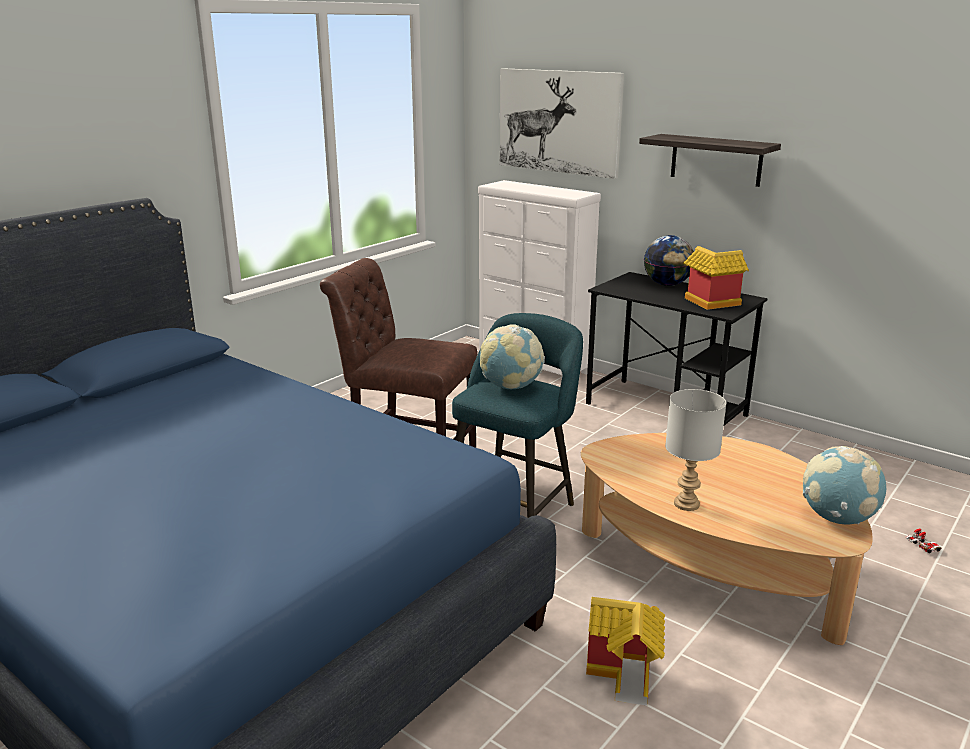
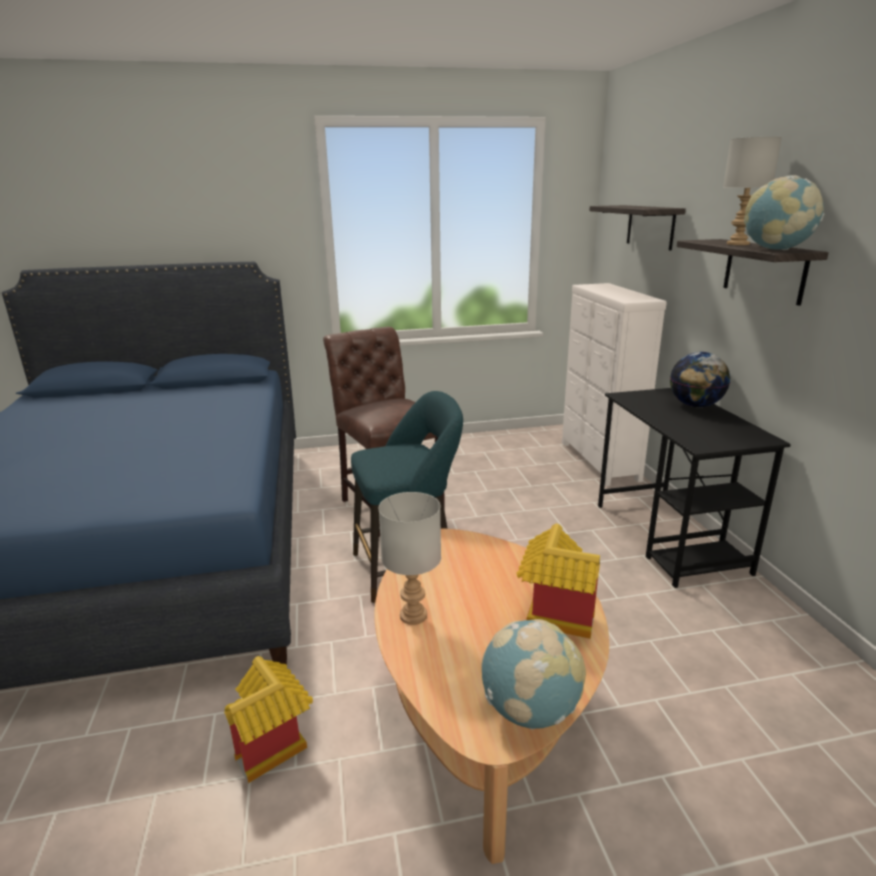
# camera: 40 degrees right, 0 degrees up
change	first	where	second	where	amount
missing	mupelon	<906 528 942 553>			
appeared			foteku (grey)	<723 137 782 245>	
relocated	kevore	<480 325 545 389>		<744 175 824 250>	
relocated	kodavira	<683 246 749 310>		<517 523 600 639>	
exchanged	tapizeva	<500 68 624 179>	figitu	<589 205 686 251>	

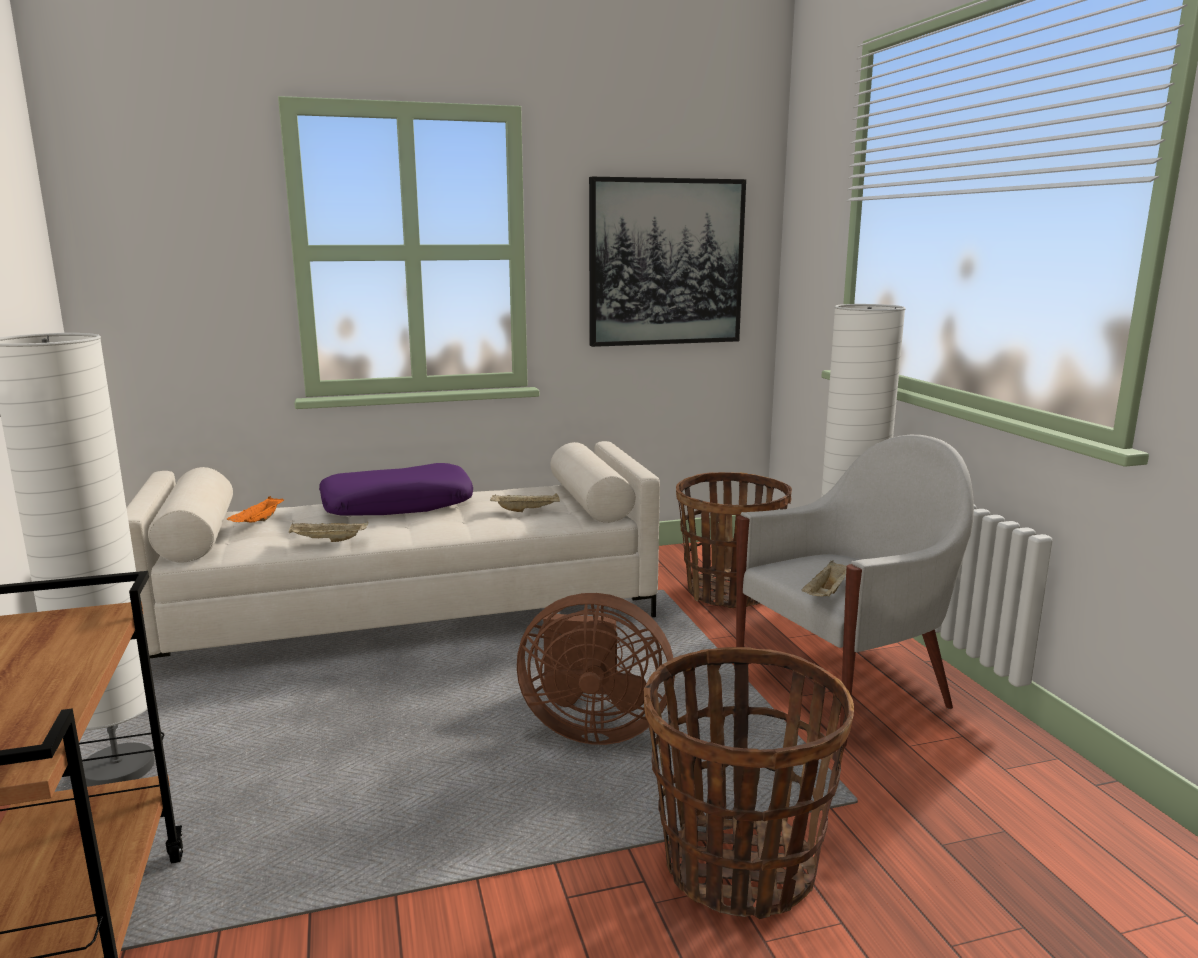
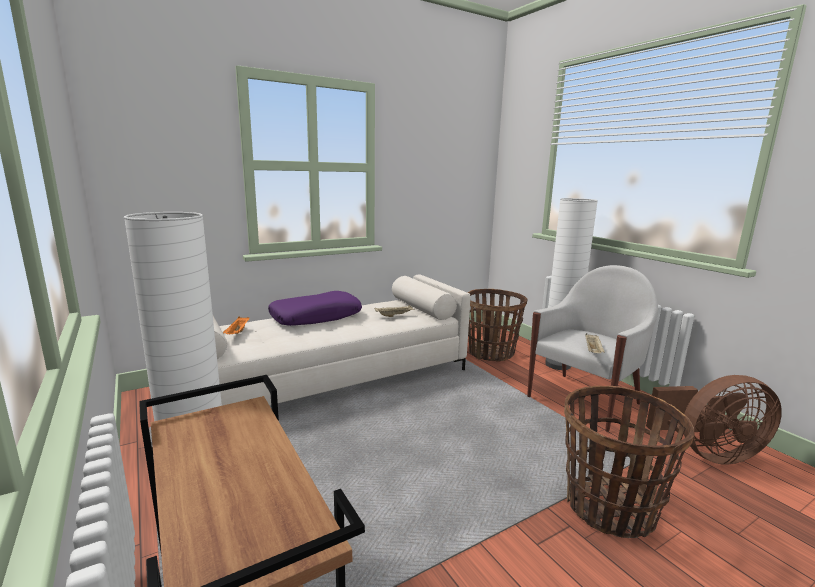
# camera: 15 degrees left, 0 degrees up
change	first	where	second	where	amount
missing	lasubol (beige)	<289 521 368 542>			
missing	tapizeva	<589 177 746 347>			
relocated	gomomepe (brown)	<517 593 675 745>		<646 375 782 465>	

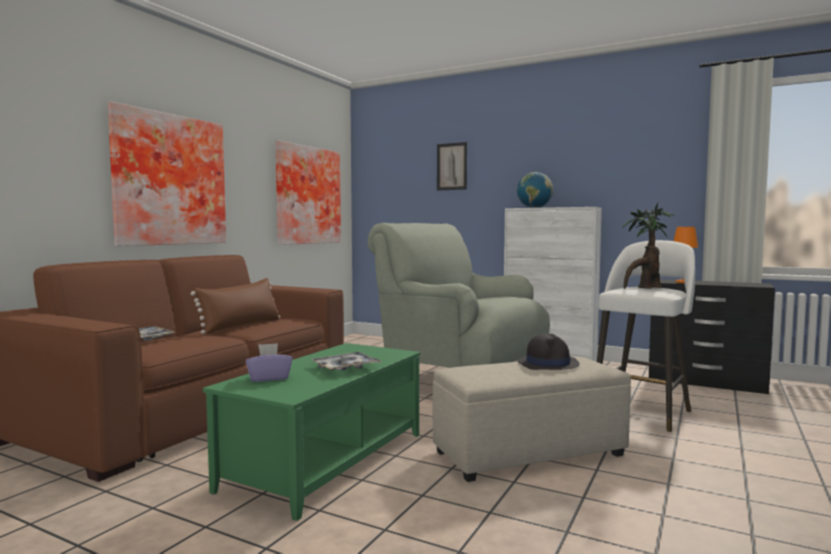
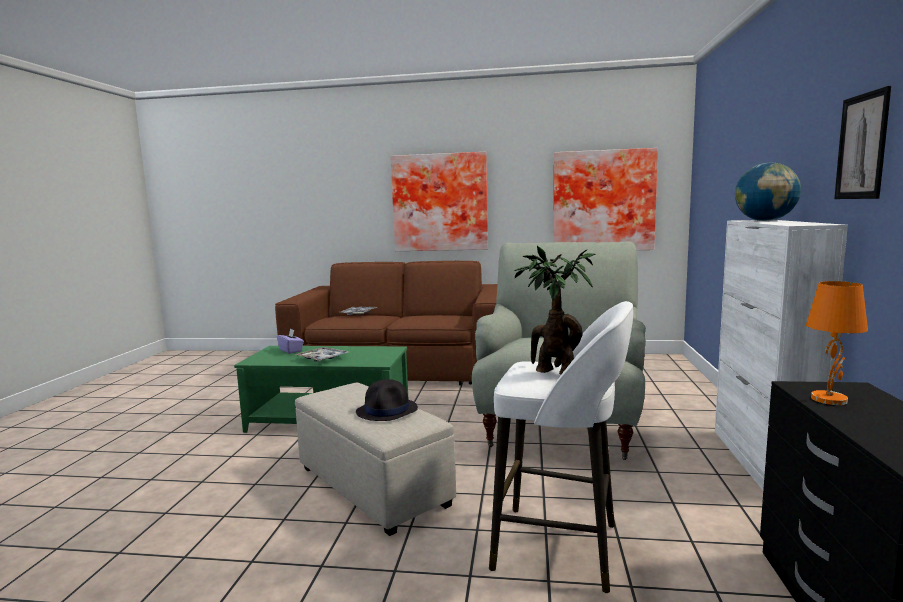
# camera: 70 degrees right, 5 degrees up
change	first	where	second	where	amount
missing	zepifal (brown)	<191 278 280 334>			
relocated	tapizeva	<437 142 467 191>		<834 86 891 199>	

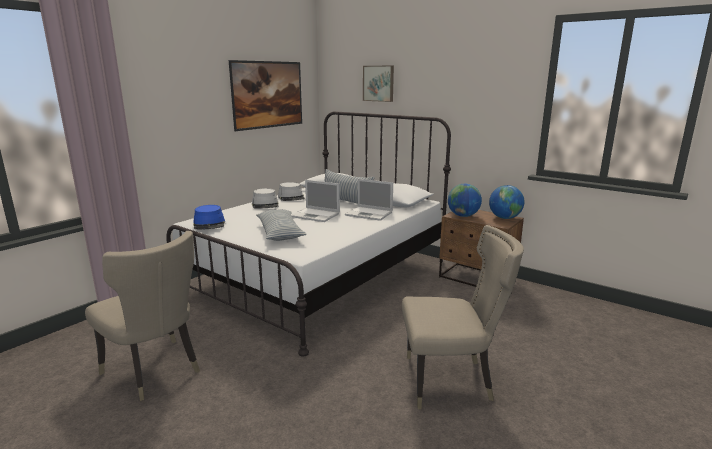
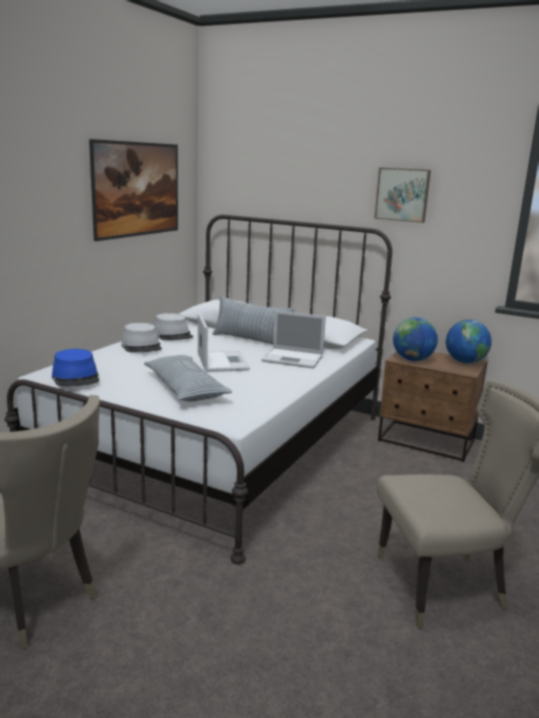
# camera: 10 degrees left, 0 degrees up
change	first	where	second	where	amount
relocated	tapizeva	<363 65 394 102>		<374 168 431 223>	
spun	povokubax	<291 180 340 222>		<198 313 250 372>	120 degrees counterclockwise

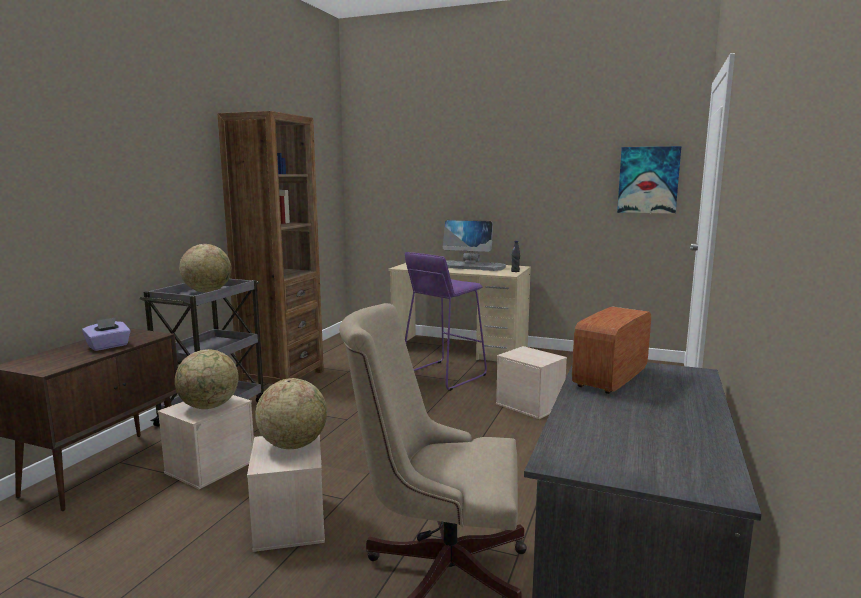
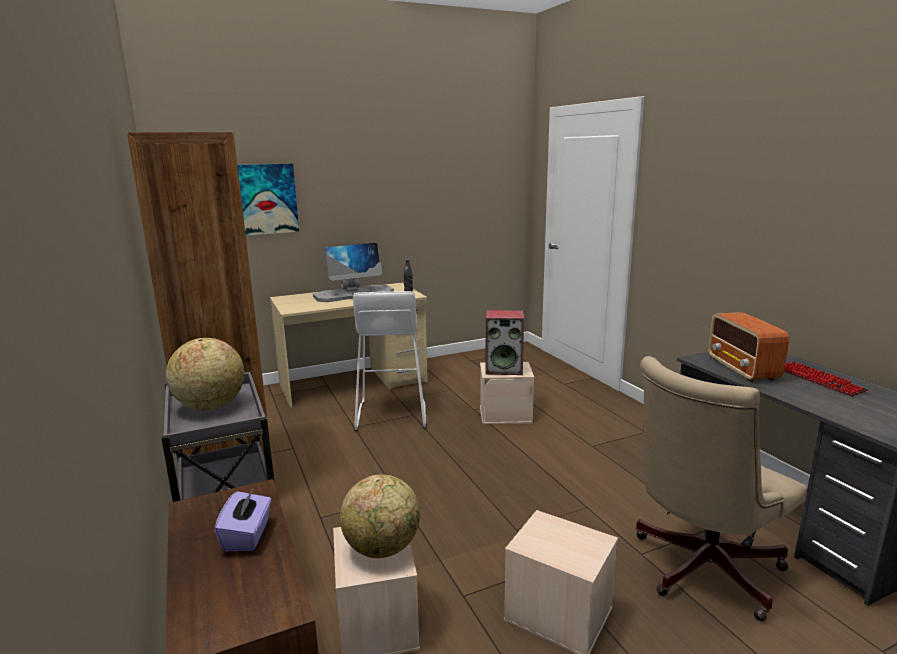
# camera: 45 degrees left, 5 degrees up
change	first	where	second	where	amount
missing	kevore	<255 378 327 449>			
appeared			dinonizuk	<485 310 524 375>	
appeared			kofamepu	<784 361 868 396>	
relocated	tapizeva	<617 146 681 214>		<237 163 299 236>	
colour	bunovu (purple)	<405 252 487 391>	bunovu (white)	<353 291 427 430>	

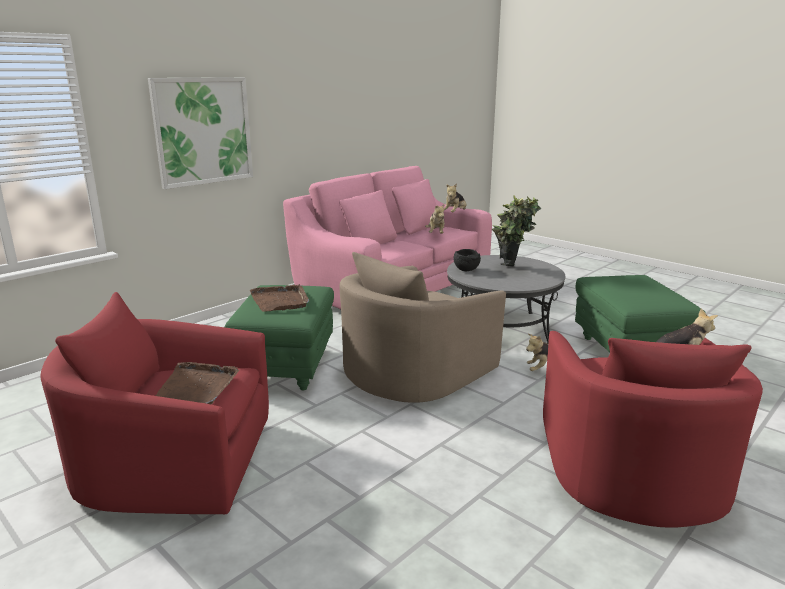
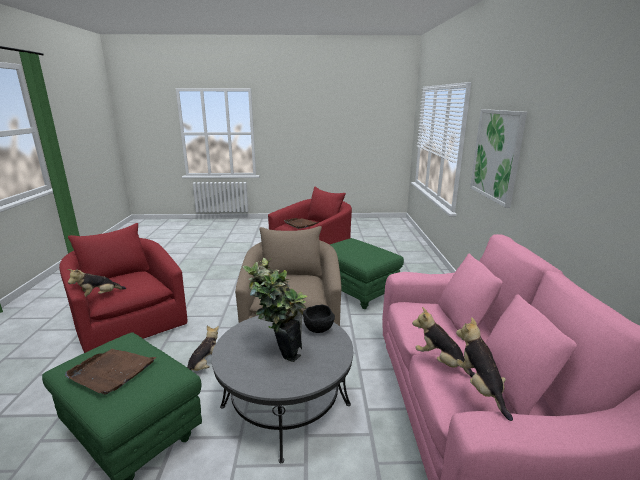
# camera: 135 degrees right, 0 degrees up
change	first	where	second	where	amount
relocated	lasubol (brown)	<250 284 309 312>		<65 349 157 395>	

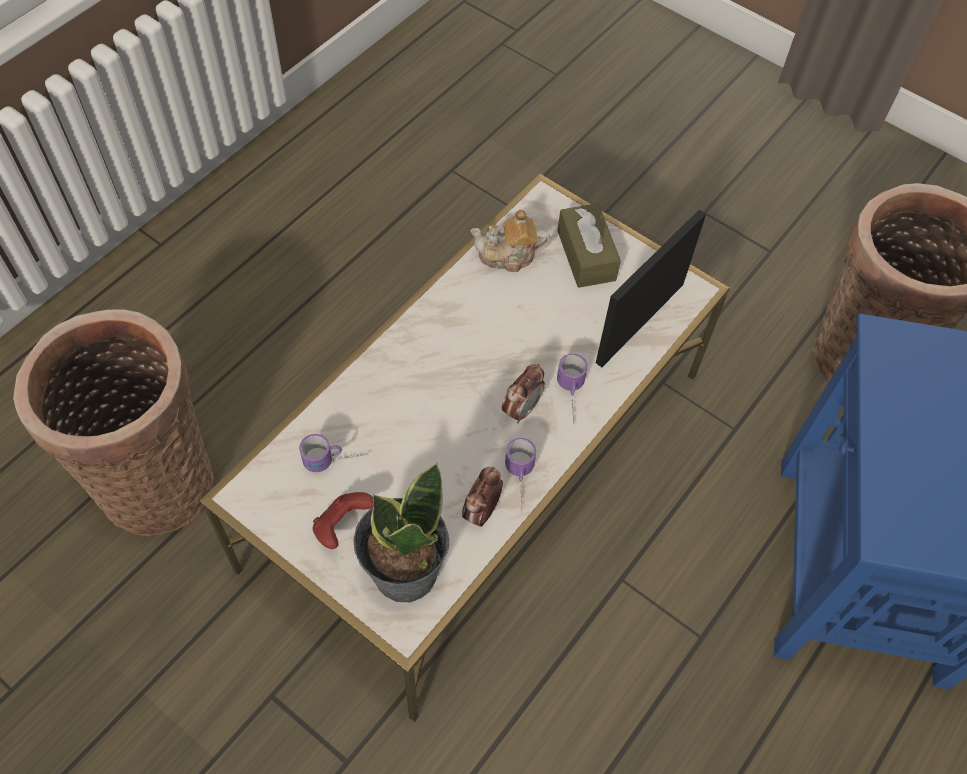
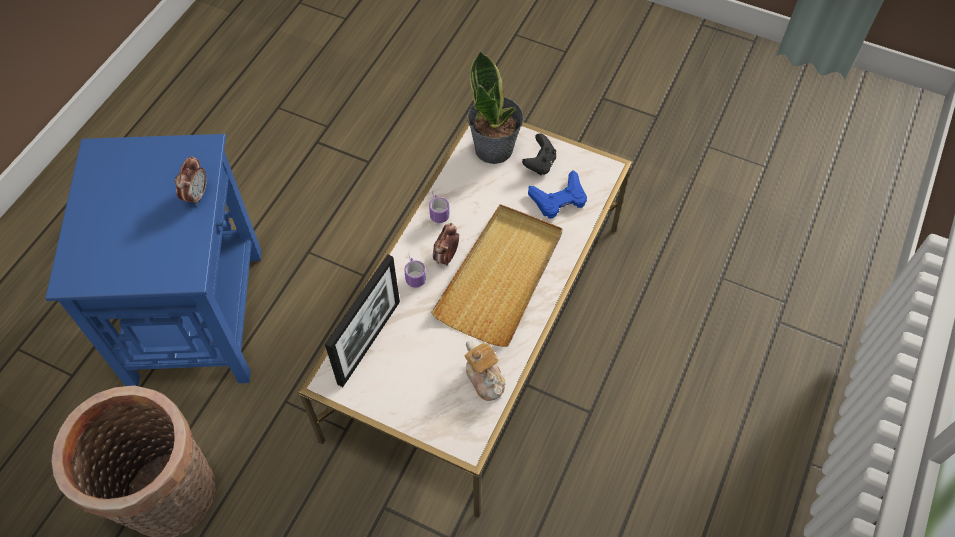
# camera: 170 degrees right, 0 degrees up
change	first	where	second	where	amount
missing	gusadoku	<13 309 214 536>			
missing	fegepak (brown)	<557 203 621 288>			
appeared			lasubol (beige)	<431 204 563 347>	
relocated	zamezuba	<462 467 503 527>		<175 156 207 206>	
exchanged	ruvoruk	<299 434 368 472>	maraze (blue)	<528 170 587 218>	
colour	maraze (red)	<313 492 373 549>	maraze (black)	<522 133 556 175>	
spun	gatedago	<470 209 551 272>		<464 341 506 401>	75 degrees clockwise

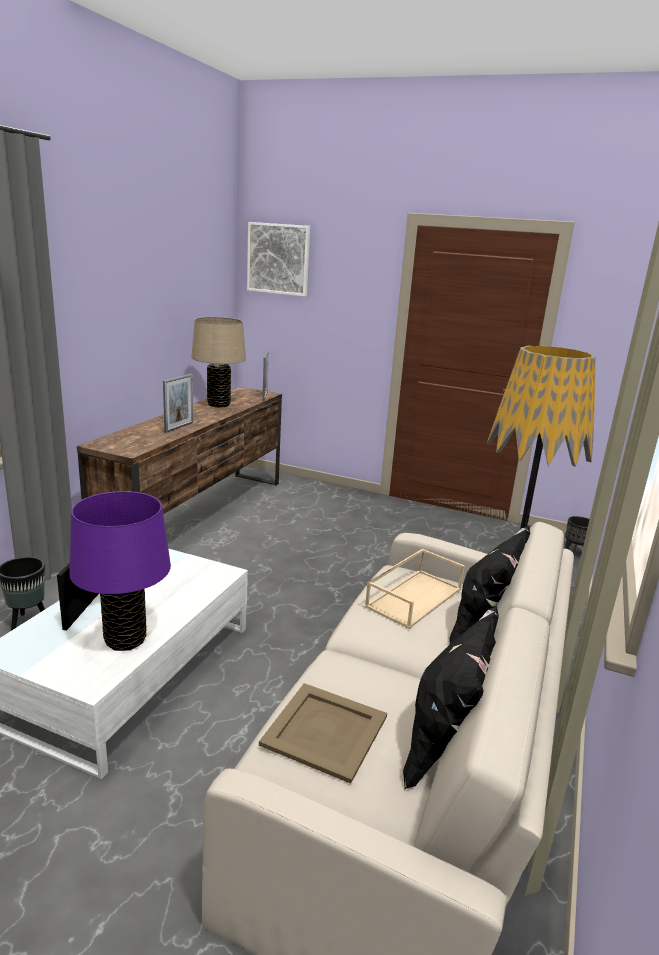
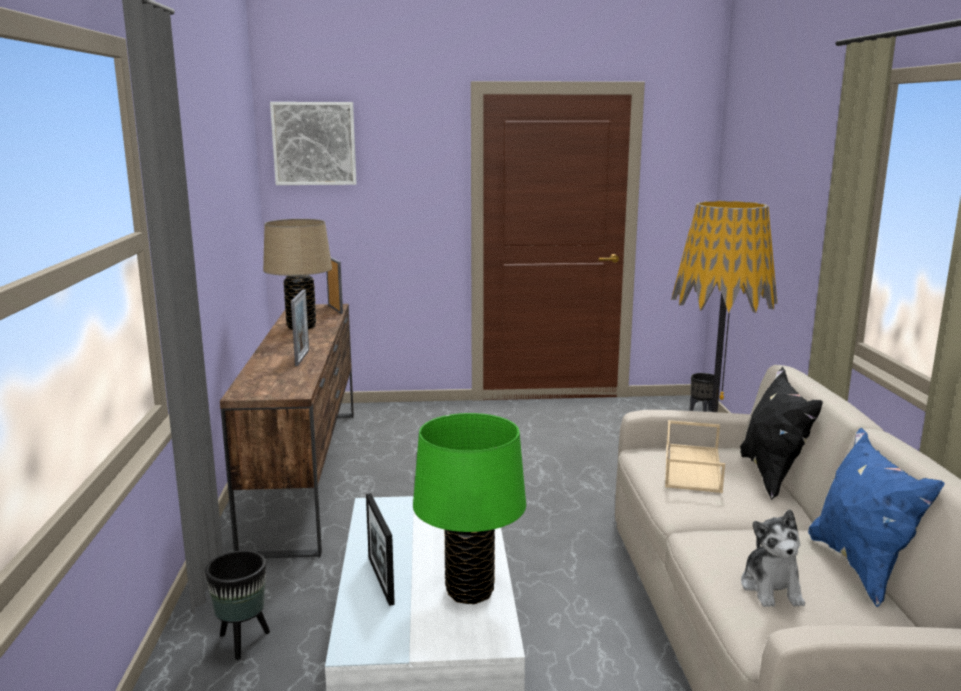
# camera: 25 degrees left, 5 degrees down
change	first	where	second	where	amount
exchanged	lasubol (beige)	<259 683 387 784>	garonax	<741 509 805 607>	
colour	foteku (purple)	<69 491 171 651>	foteku (green)	<413 413 526 604>	
colour	zepifal (black)	<403 606 499 789>	zepifal (blue)	<808 428 945 607>	

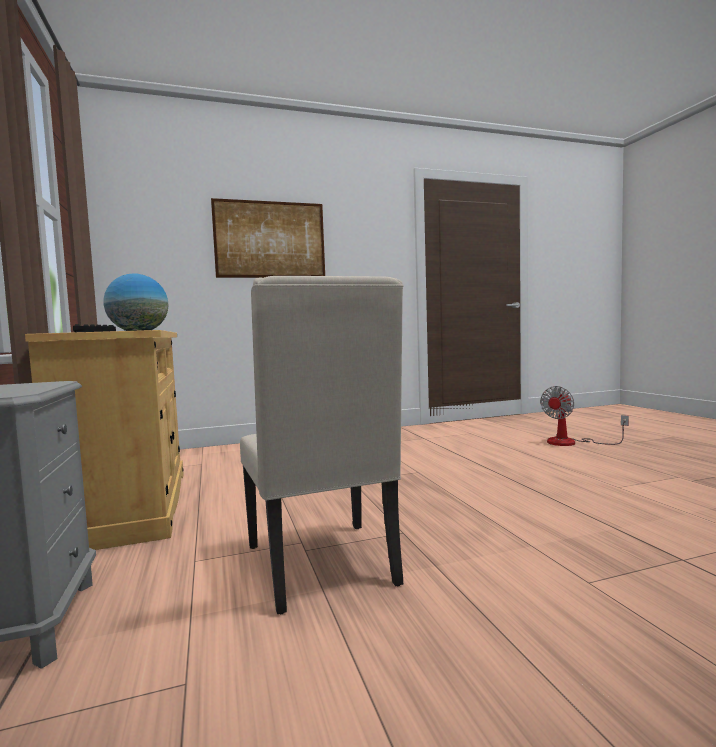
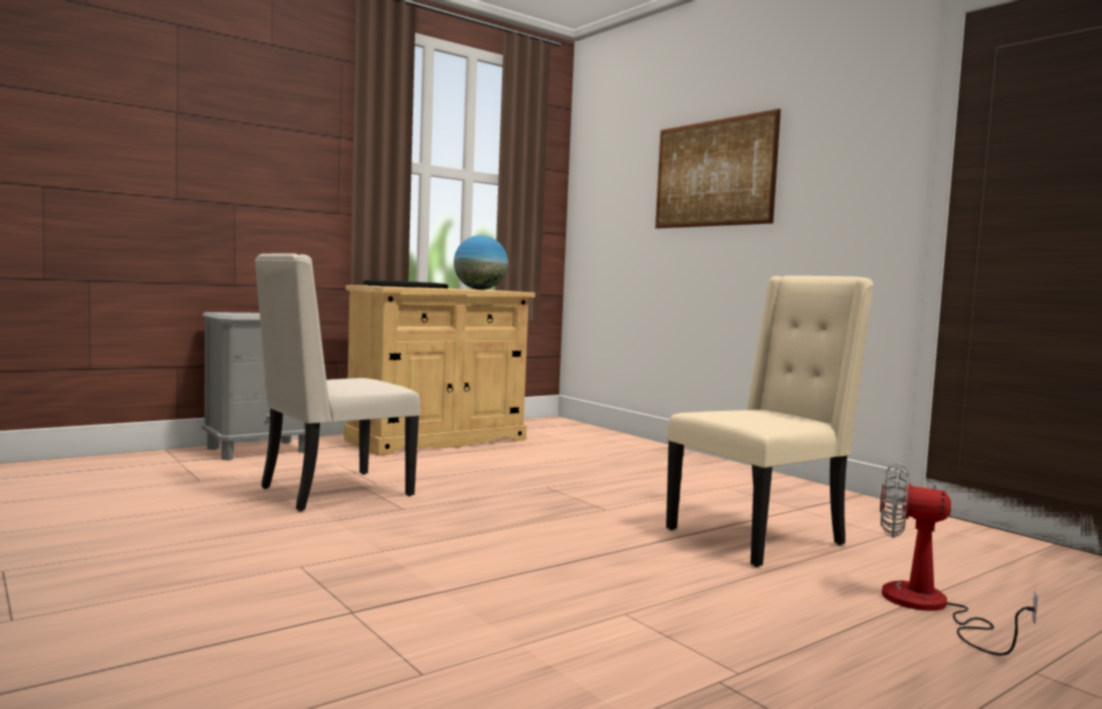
# camera: 70 degrees right, 0 degrees up
change	first	where	second	where	amount
appeared			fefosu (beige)	<666 276 874 567>	

